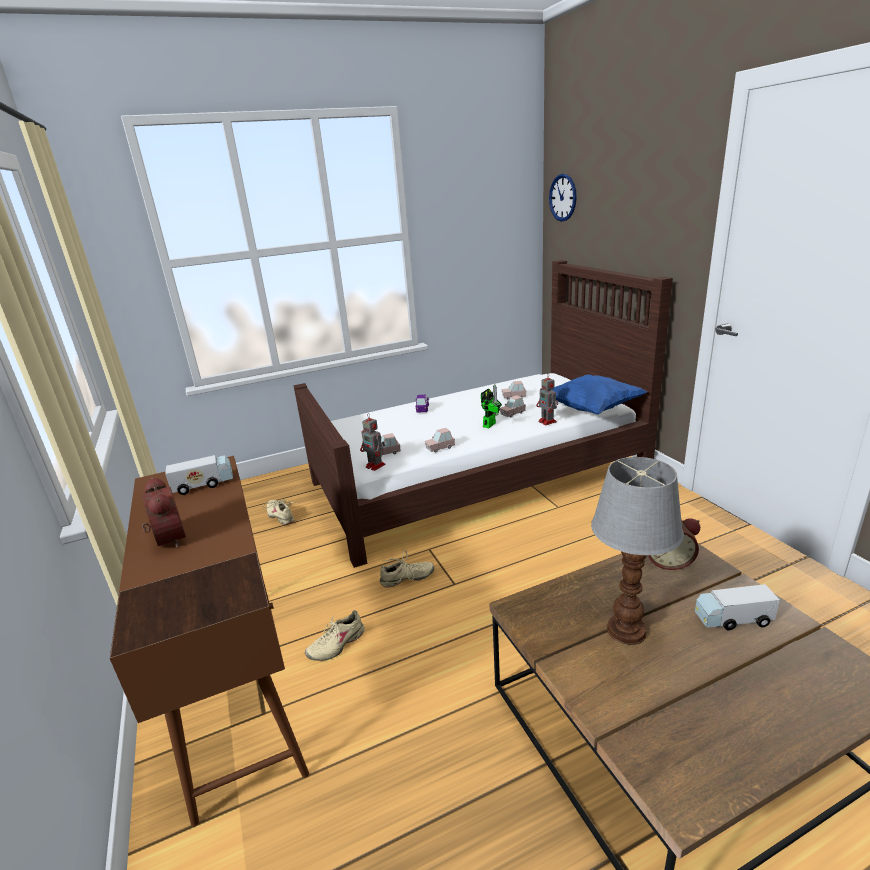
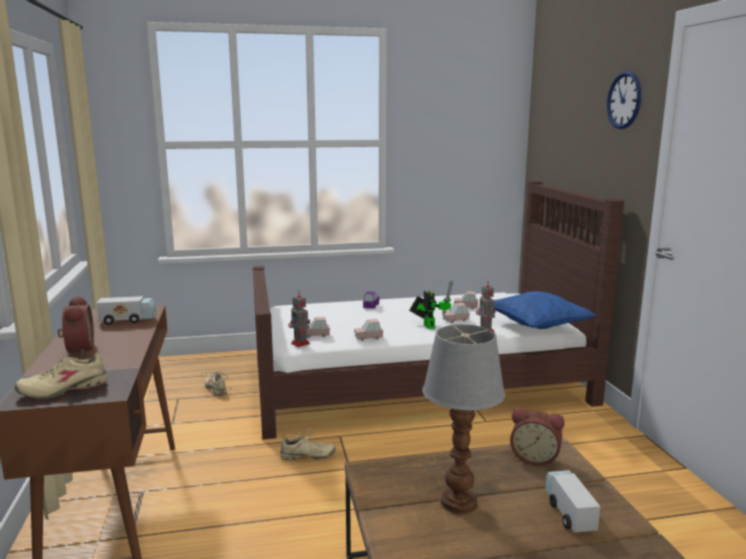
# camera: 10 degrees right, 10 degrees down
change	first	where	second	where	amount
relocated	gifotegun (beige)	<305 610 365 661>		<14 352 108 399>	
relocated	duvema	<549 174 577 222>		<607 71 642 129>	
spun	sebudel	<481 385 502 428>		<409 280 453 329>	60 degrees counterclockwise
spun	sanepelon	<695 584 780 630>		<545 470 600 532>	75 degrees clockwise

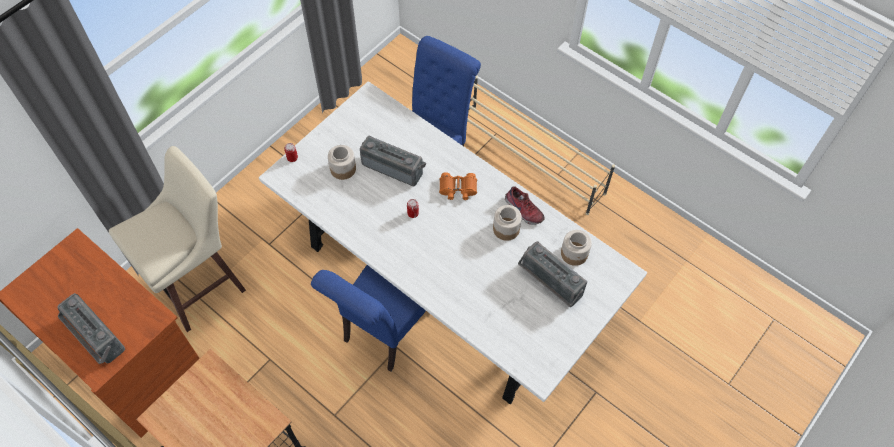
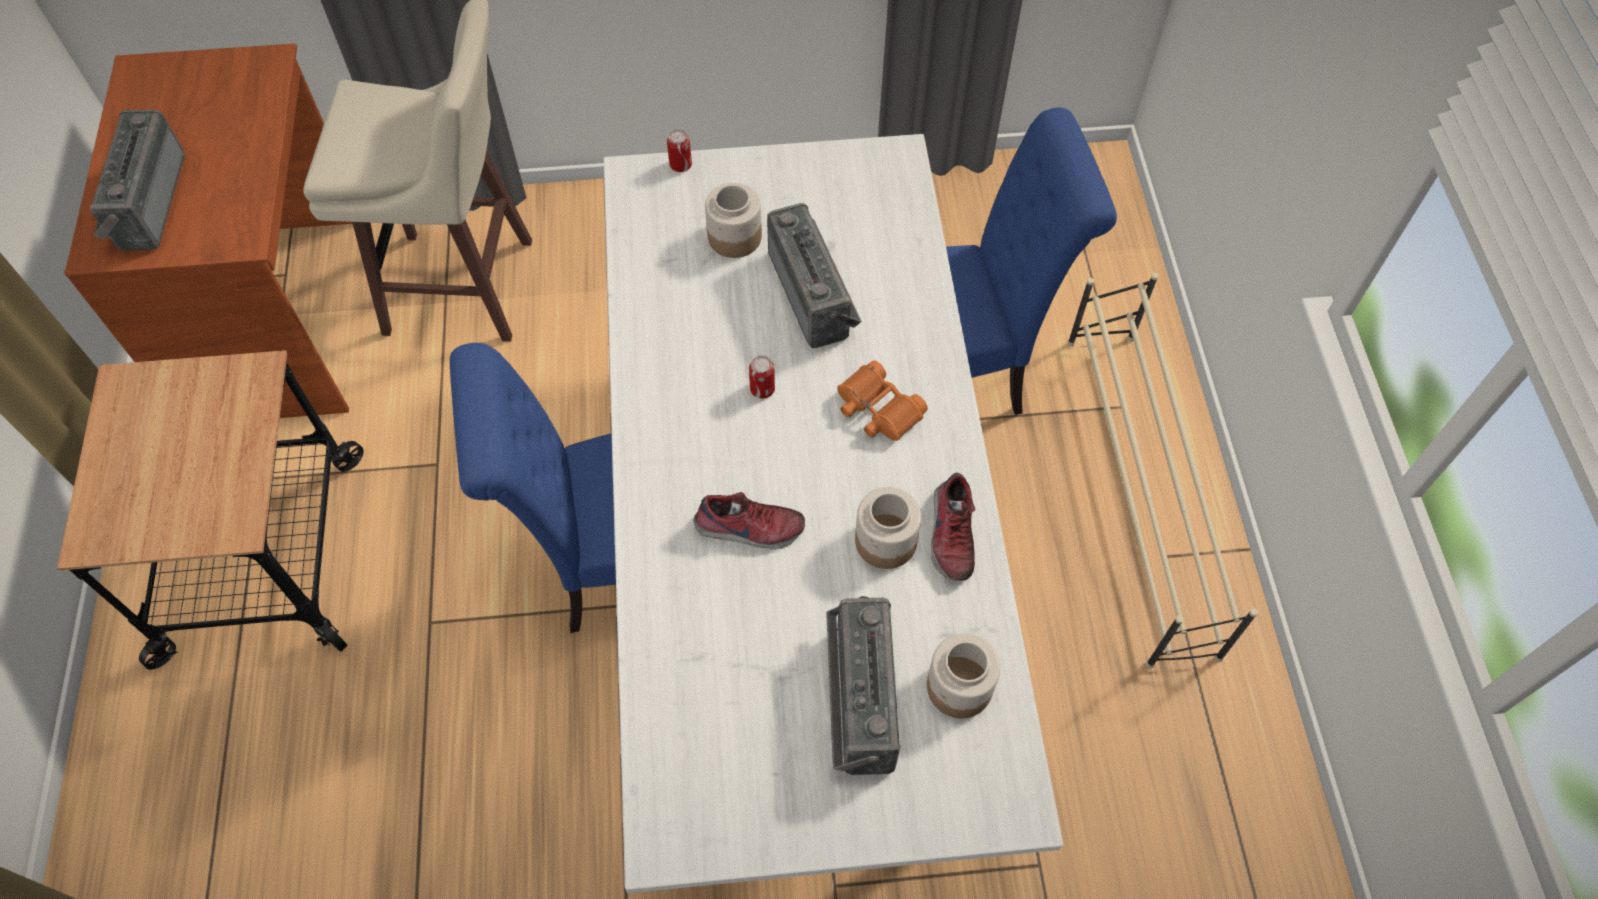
# camera: 45 degrees right, 0 degrees up
change	first	where	second	where	amount
appeared			gifotegun	<693 492 805 550>	

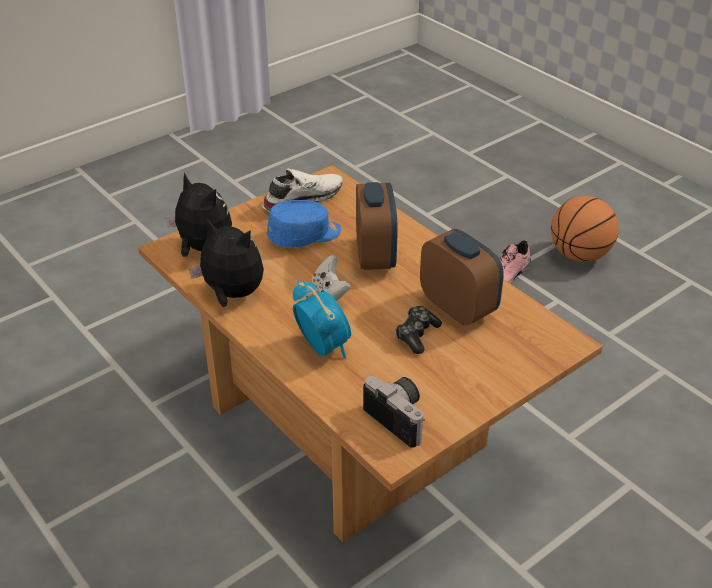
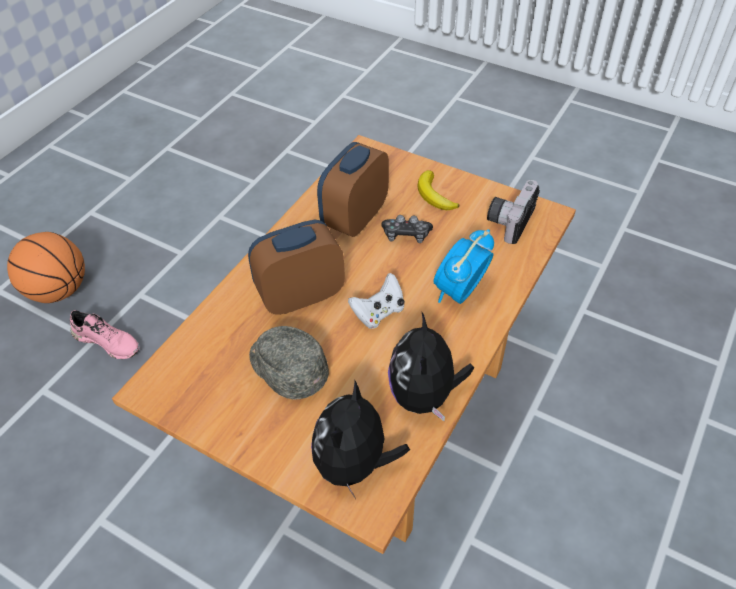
# camera: 110 degrees left, 10 degrees up
change	first	where	second	where	amount
missing	gifotegun (white)	<262 169 343 212>			
appeared			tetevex	<418 170 459 210>	
colour	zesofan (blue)	<267 200 341 248>	zesofan (grey)	<249 326 329 400>	

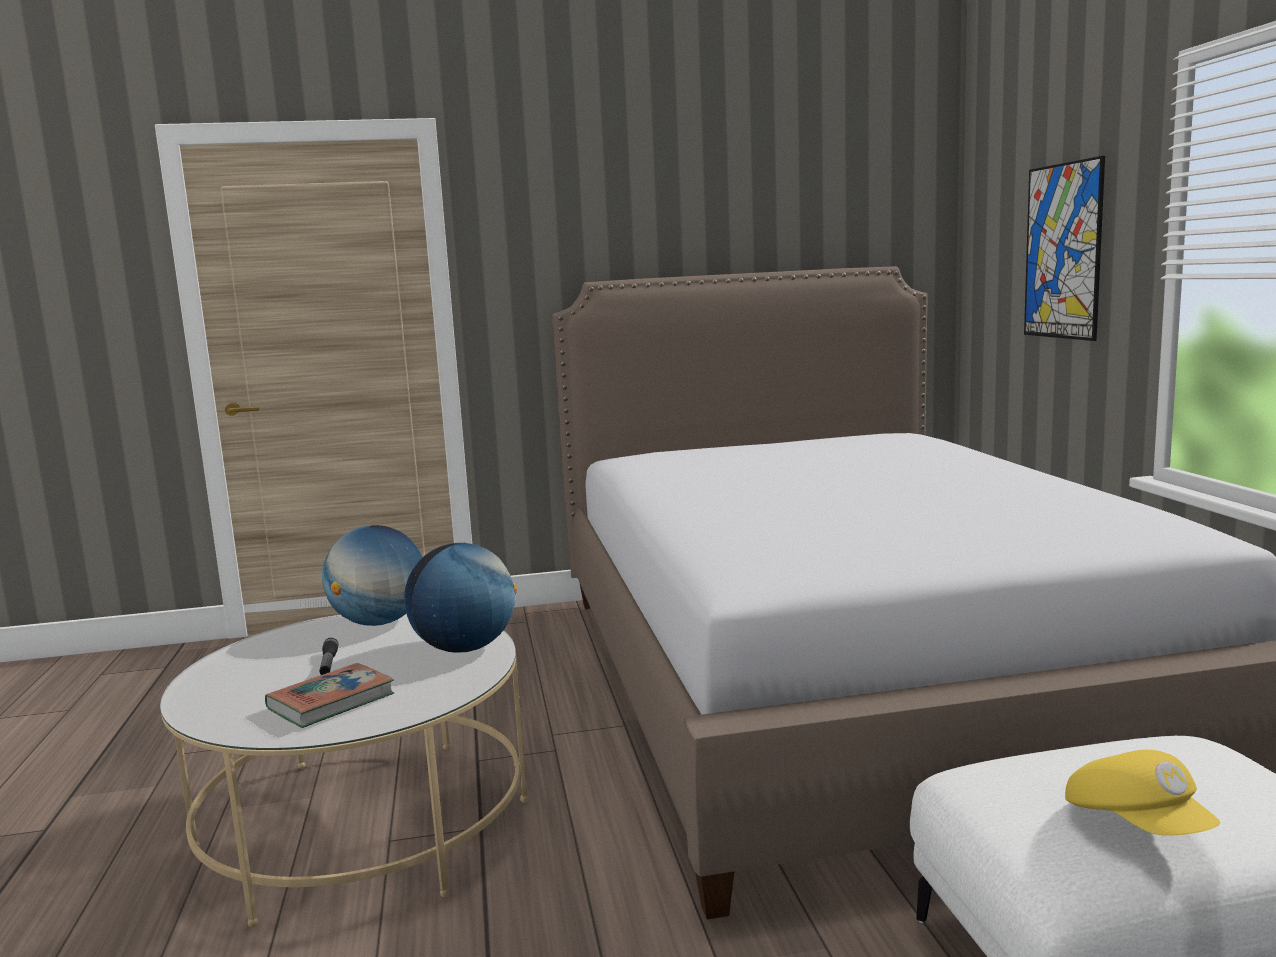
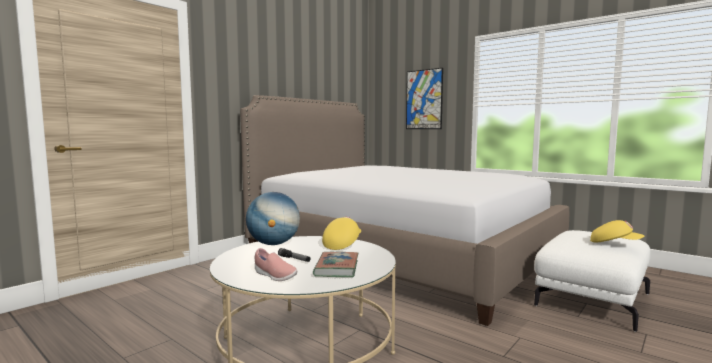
# camera: 40 degrees left, 5 degrees down
change	first	where	second	where	amount
appeared			gifotegun (pink)	<255 248 297 281>	
exchanged	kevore	<404 543 517 653>	zesofan (yellow)	<322 217 361 250>	

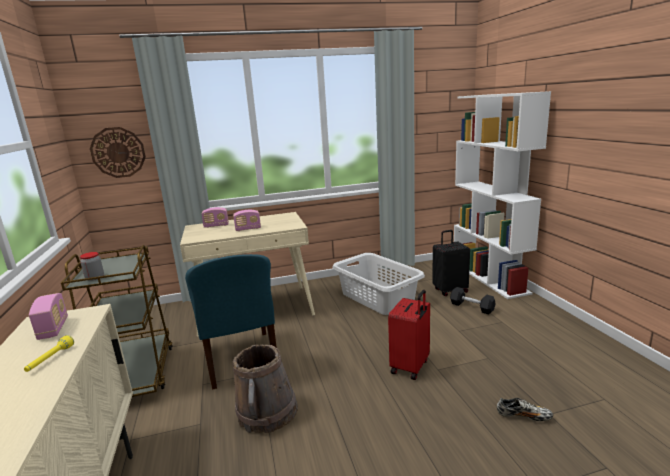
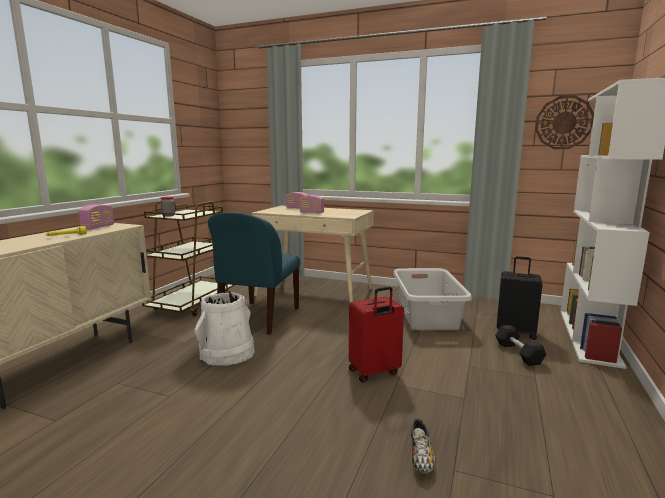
# camera: 35 degrees right, 5 degrees down
change	first	where	second	where	amount
relocated	duvema	<90 127 146 178>		<535 95 594 149>	
colour	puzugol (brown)	<233 345 298 433>	puzugol (white)	<194 292 255 366>	
spun	gifotegun	<497 398 553 421>		<411 418 436 474>	45 degrees clockwise

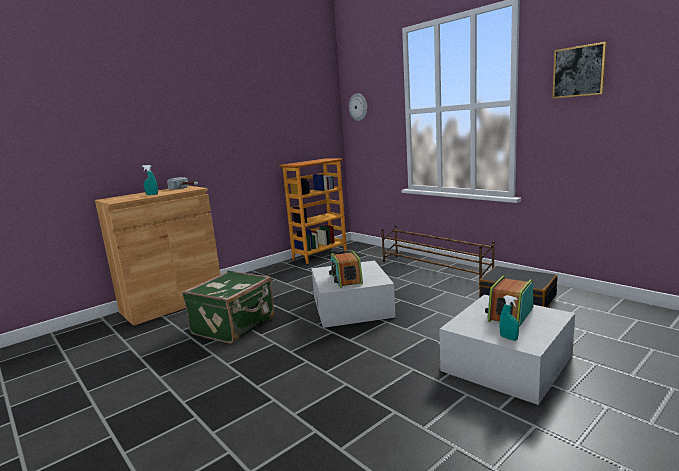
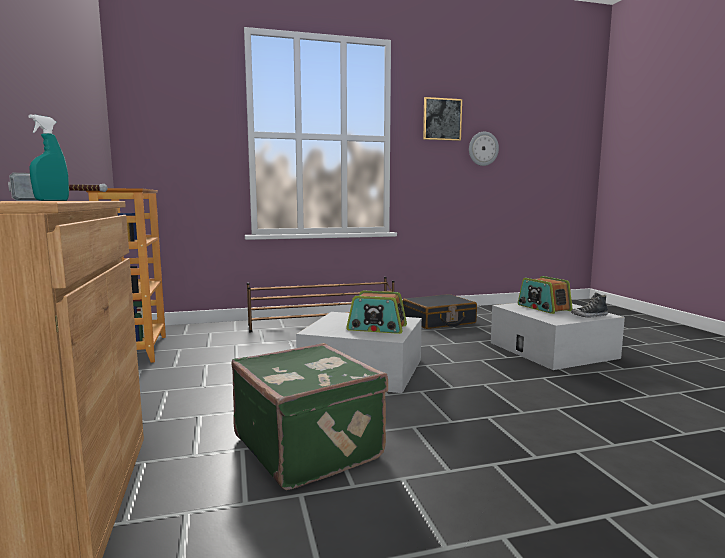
# camera: 65 degrees left, 5 degrees down
change	first	where	second	where	amount
relocated	duvema	<349 93 367 121>		<469 132 499 166>	
exchanged	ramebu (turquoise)	<499 295 519 341>	gifotegun	<571 292 608 317>	

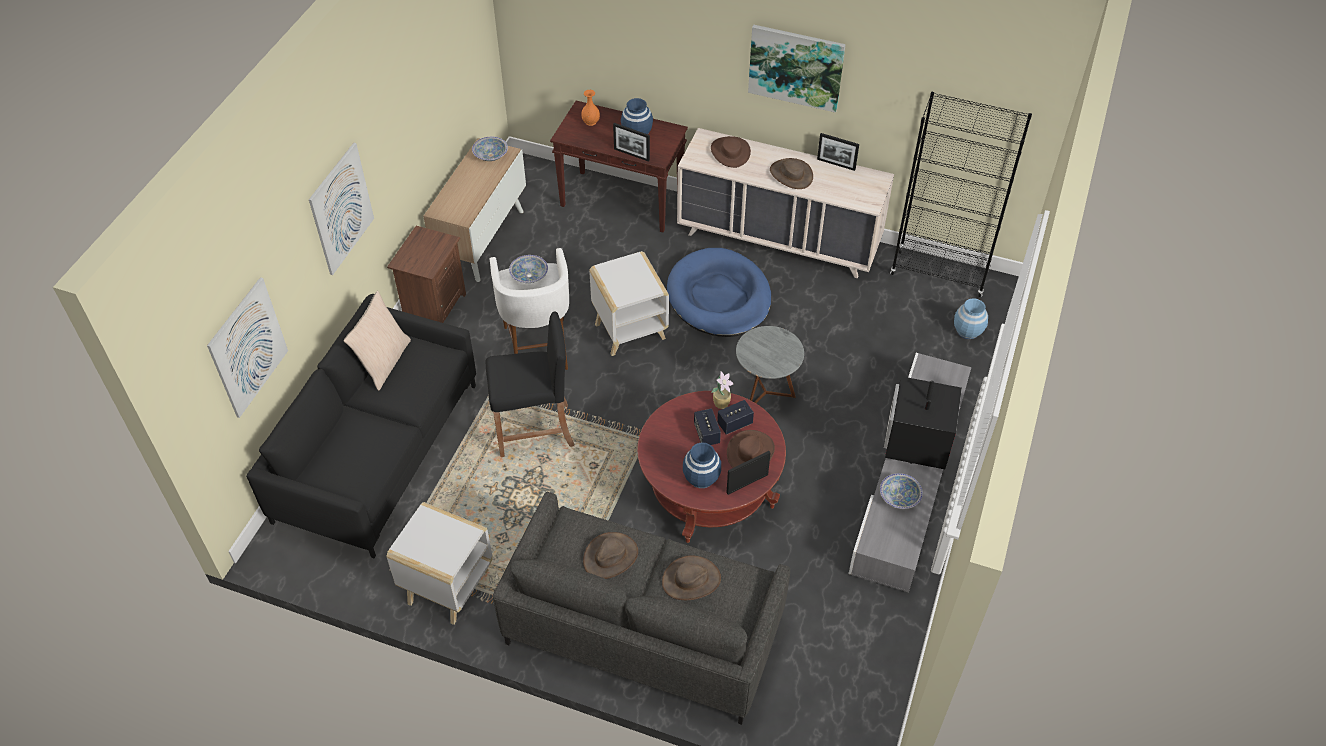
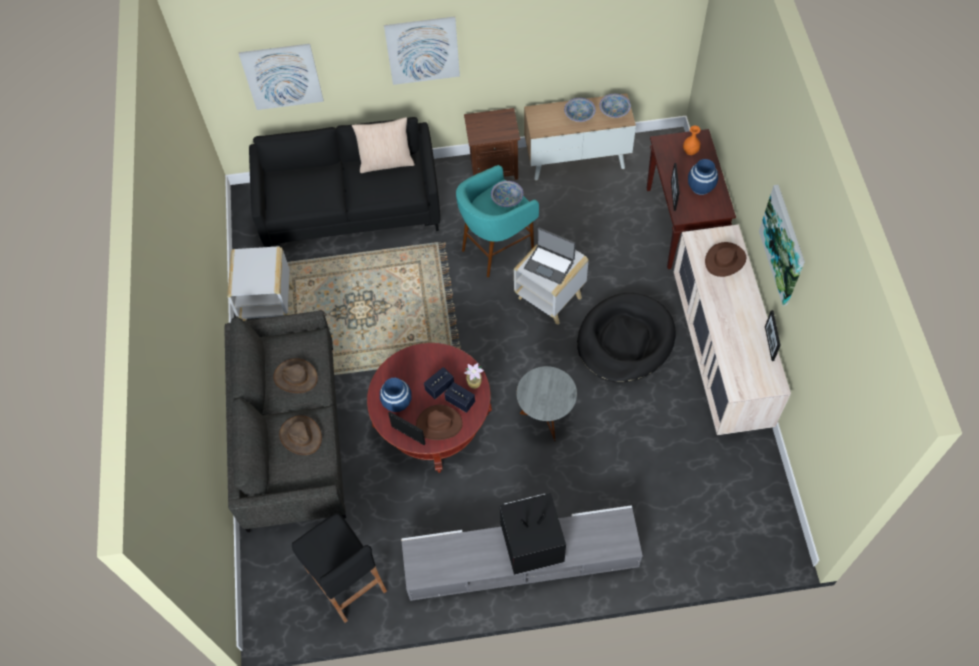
# camera: 65 degrees right, 10 degrees up
change	first	where	second	where	amount
missing	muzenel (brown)	<770 158 813 189>			
missing	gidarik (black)	<890 92 1032 297>			
missing	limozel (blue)	<954 298 988 339>			
appeared			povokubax	<524 227 576 284>	
relocated	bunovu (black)	<485 311 574 457>		<292 513 387 623>	
relocated	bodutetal	<880 473 923 509>		<564 98 596 122>	
colour	bunovu (white)	<490 248 569 370>	bunovu (turquoise)	<456 165 539 277>	
colour	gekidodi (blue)	<667 248 771 337>	gekidodi (black)	<577 293 676 383>	

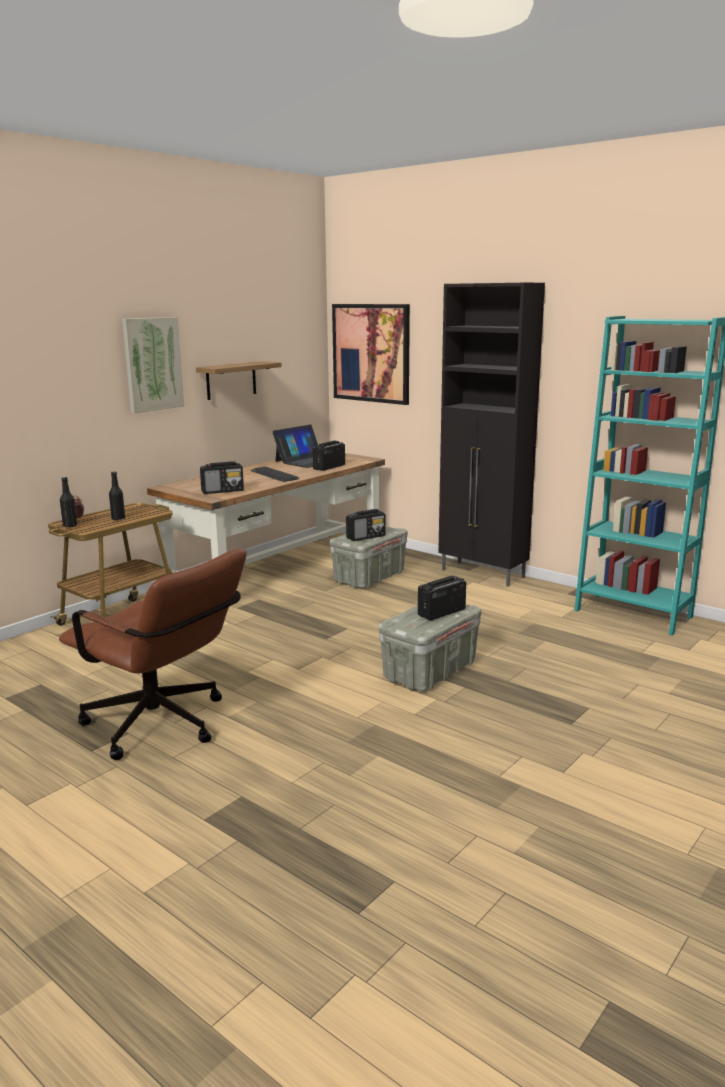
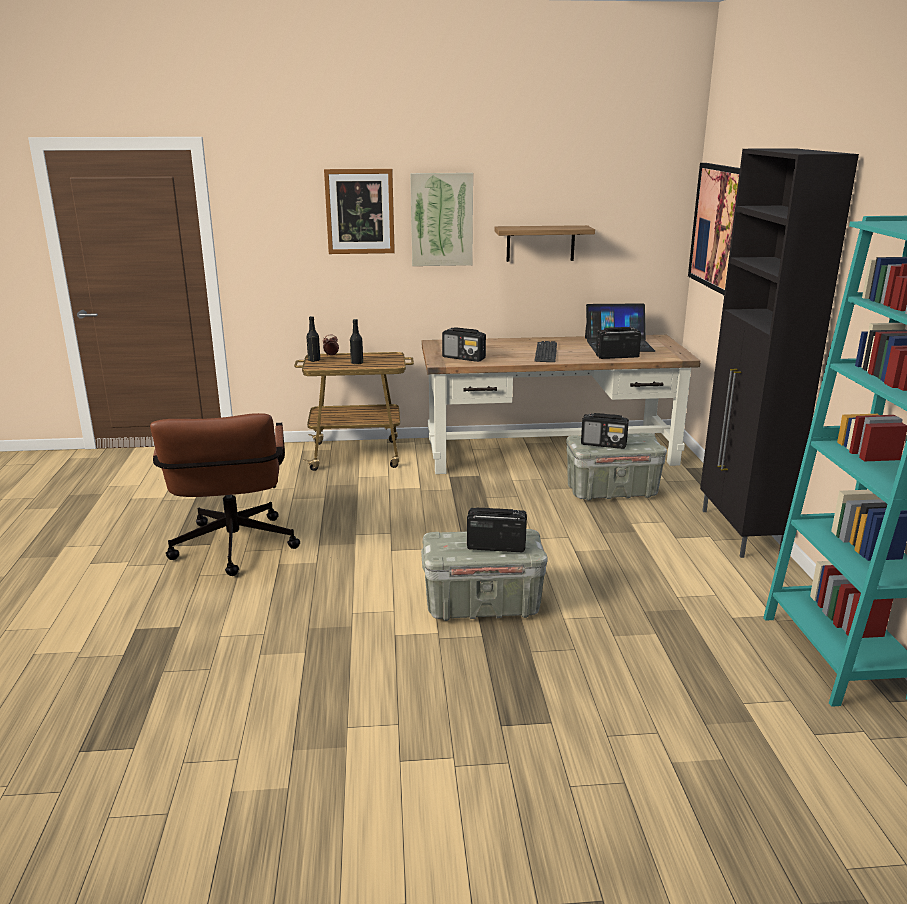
# camera: 45 degrees right, 5 degrees up
change	first	where	second	where	amount
appeared			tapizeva	<324 169 395 254>	

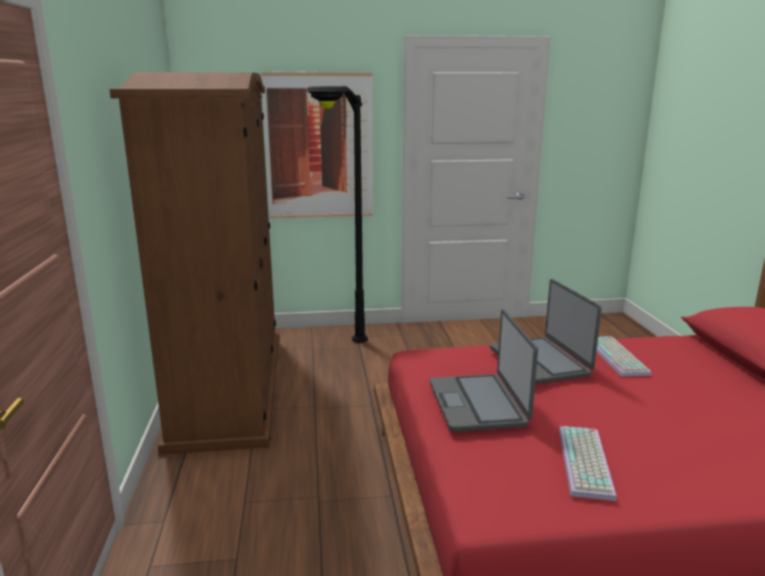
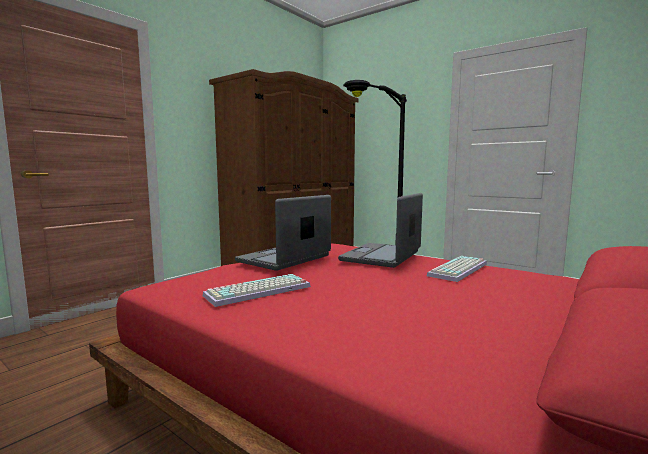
# camera: 45 degrees right, 10 degrees down
change	first	where	second	where	amount
missing	tapizeva	<261 72 373 218>			

